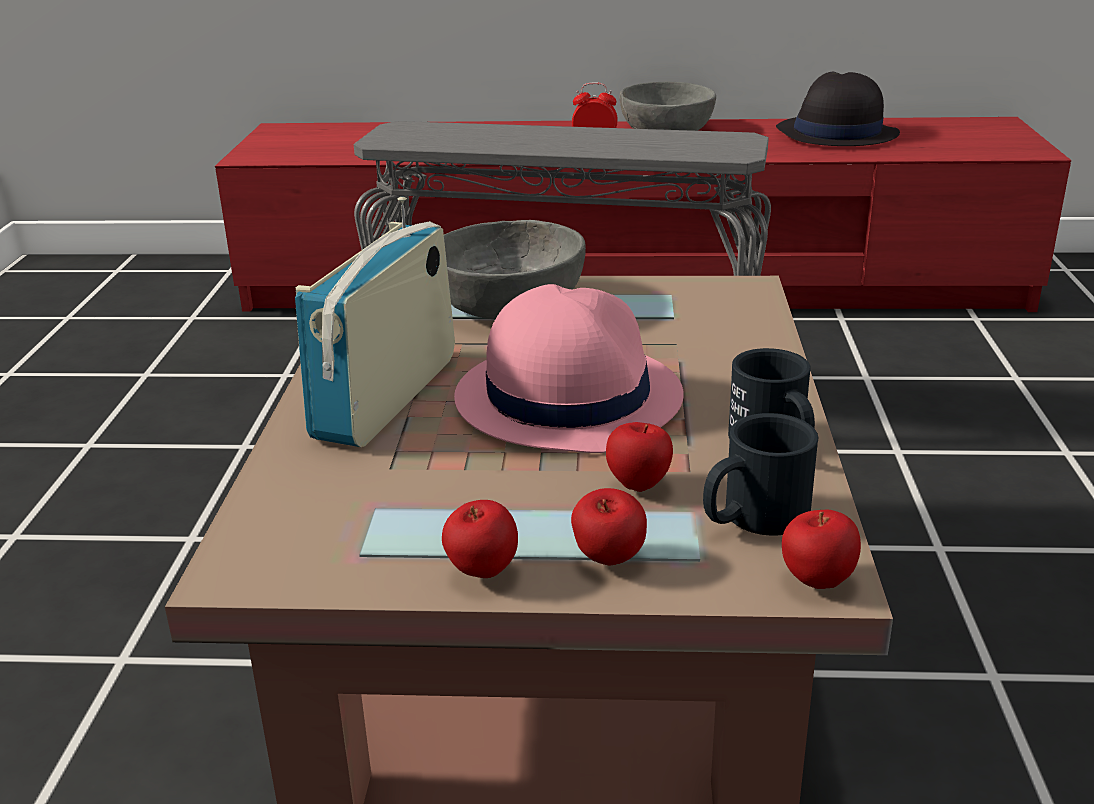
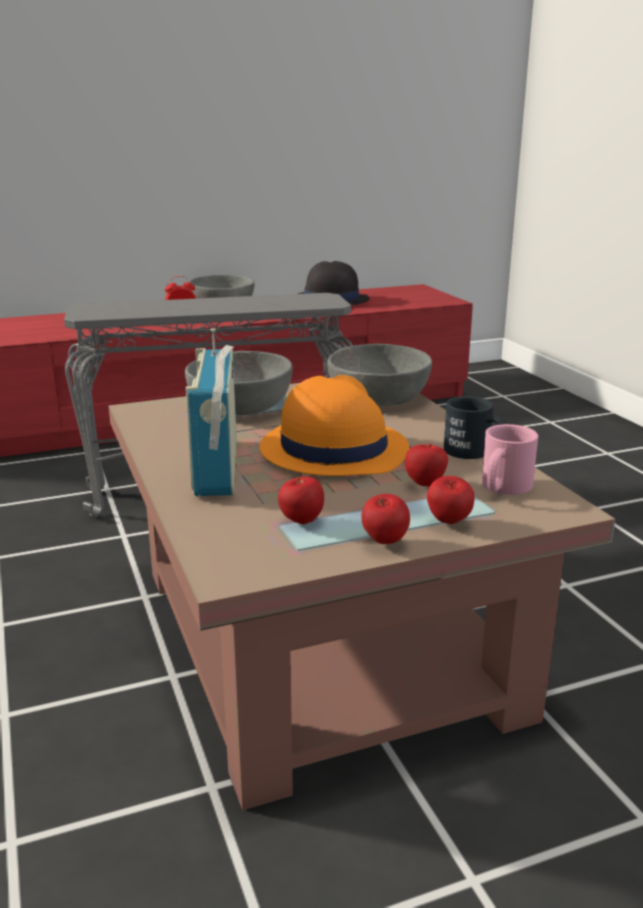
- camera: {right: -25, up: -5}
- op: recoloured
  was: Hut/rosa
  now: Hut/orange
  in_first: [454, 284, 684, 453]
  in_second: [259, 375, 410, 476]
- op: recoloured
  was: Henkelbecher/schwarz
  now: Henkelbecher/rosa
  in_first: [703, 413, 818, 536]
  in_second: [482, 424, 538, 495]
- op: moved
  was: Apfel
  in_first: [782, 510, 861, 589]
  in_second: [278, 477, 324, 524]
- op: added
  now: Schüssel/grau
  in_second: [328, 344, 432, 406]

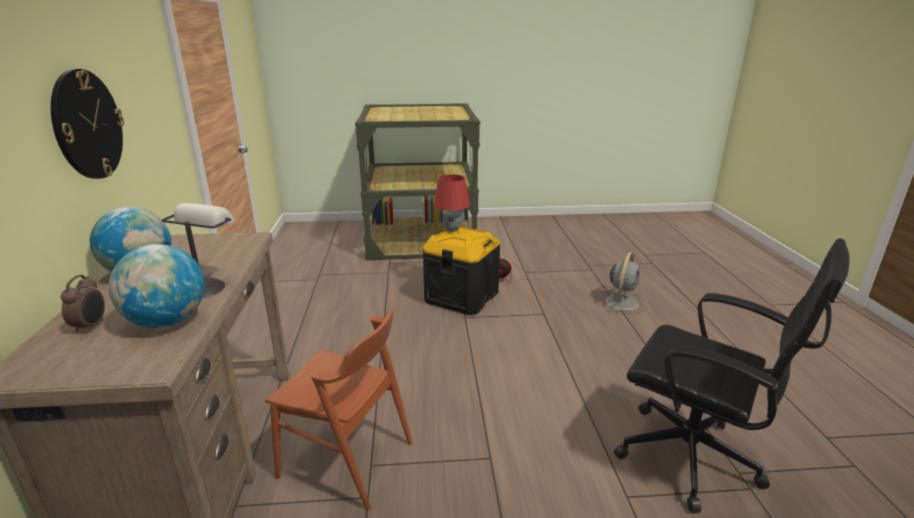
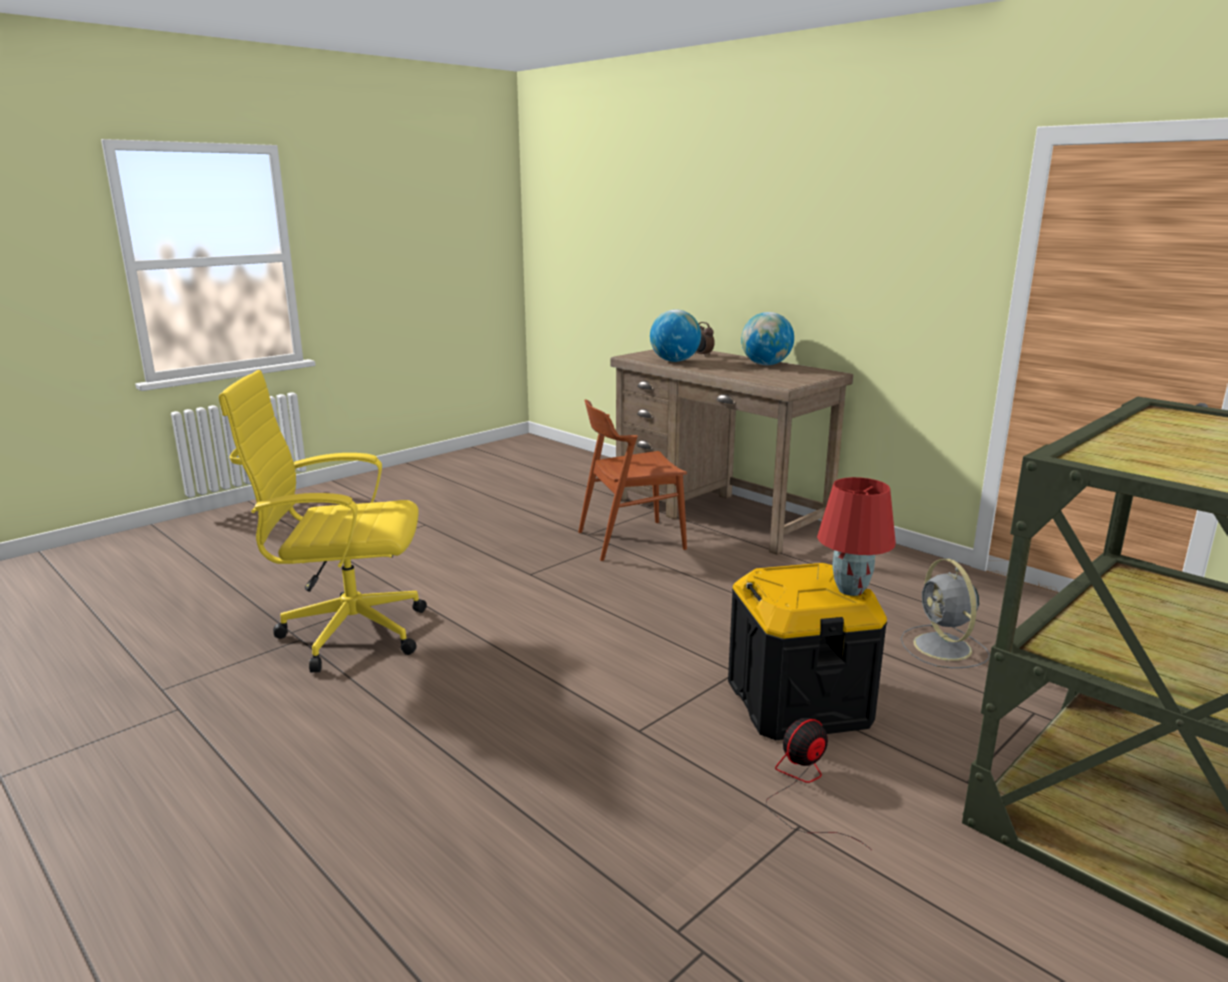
- camera: {right: 140, up: -5}
- op: removed
  was: Wanduhr
  in_first: [51, 69, 124, 179]
- op: removed
  was: Tischlampe
  in_first: [162, 203, 234, 298]
- op: recoloured
  was: Bürostuhl/schwarz
  now: Bürostuhl/gelb
  in_first: [614, 239, 850, 513]
  in_second: [219, 370, 427, 673]
- op: moved
  was: Ventilator/grau
  in_first: [600, 252, 646, 314]
  in_second: [901, 559, 990, 668]

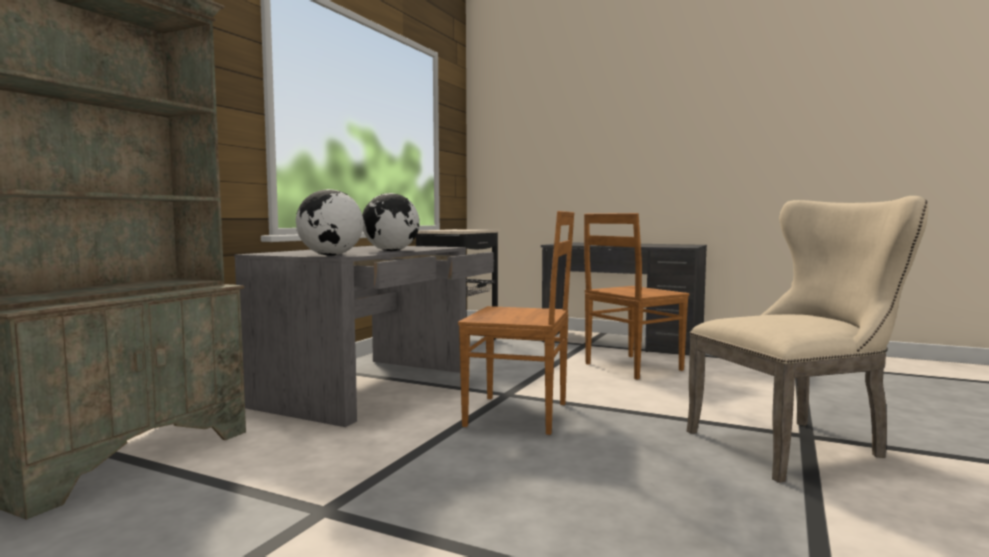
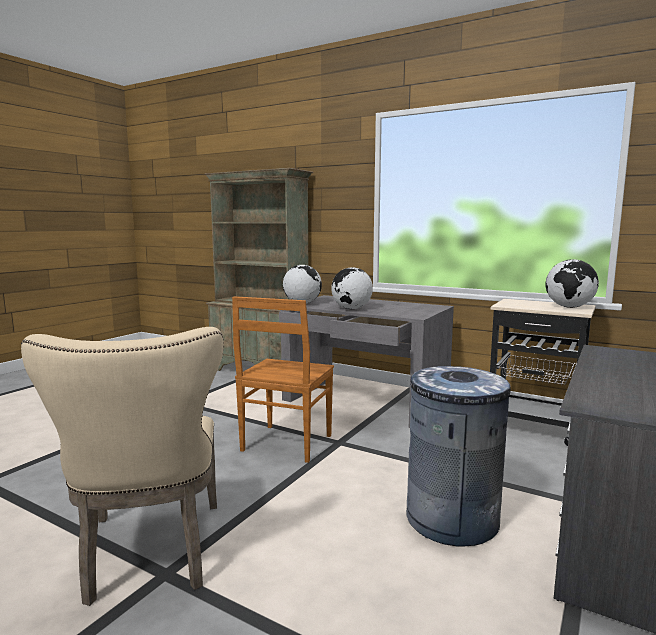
- camera: {right: 95, up: 5}
- op: replaced
  was: Stuhl/braun
  now: Mülleimer/grau
  in_first: [584, 213, 689, 380]
  in_second: [406, 366, 511, 546]
- op: added
  now: Globus
  in_second: [546, 259, 599, 308]

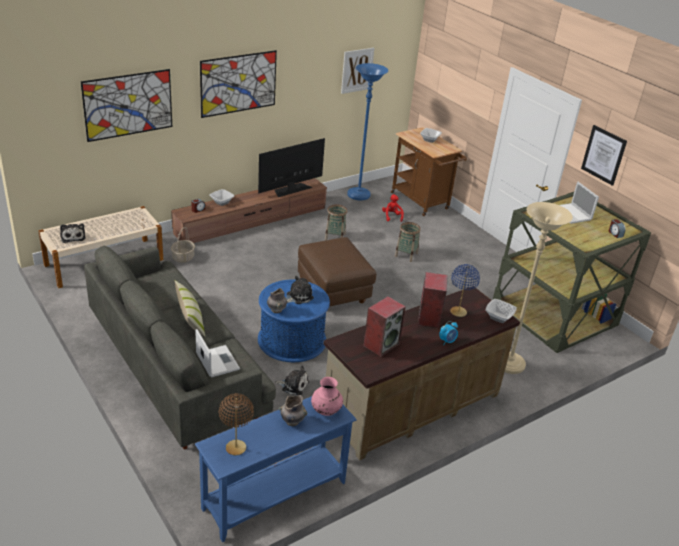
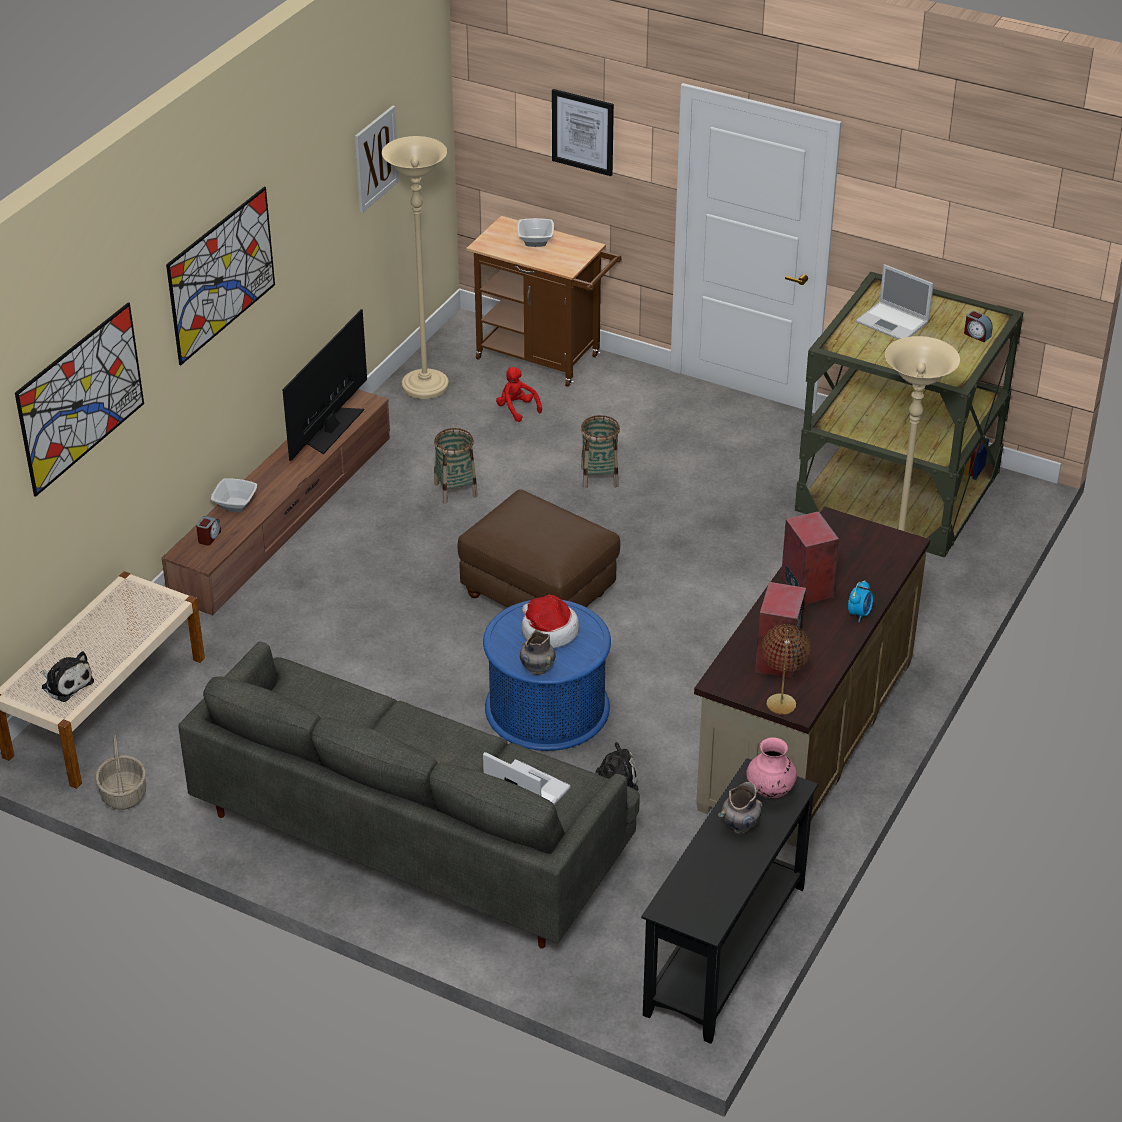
- camera: {right: -25, up: 5}
- op: recoloured
  was: Stehlampe/blau
  now: Stehlampe/beige
  in_first: [347, 63, 388, 201]
  in_second: [382, 136, 449, 399]
- op: moved
  was: Bild
  in_first: [581, 125, 627, 186]
  in_second: [552, 89, 614, 176]
- op: moved
  was: Korb
  in_first: [171, 227, 195, 263]
  in_second: [95, 735, 146, 810]
- op: removed
  was: Tischlampe/blau
  in_first: [450, 264, 480, 317]
- op: replaced
  was: Plüschtier
  now: Hut
  in_first: [286, 276, 314, 304]
  in_second: [522, 595, 579, 648]
- op: removed
  was: Kissen
  in_first: [175, 280, 205, 337]
- op: removed
  was: Schüssel
  in_first: [485, 299, 517, 323]
- op: moved
  was: Tischlampe/braun
  in_first: [219, 393, 254, 455]
  in_second: [761, 624, 811, 715]
- op: recoloured
  was: Konsolentisch/blau
  now: Konsolentisch/schwarz
  in_first: [195, 396, 357, 542]
  in_second: [641, 758, 819, 1044]

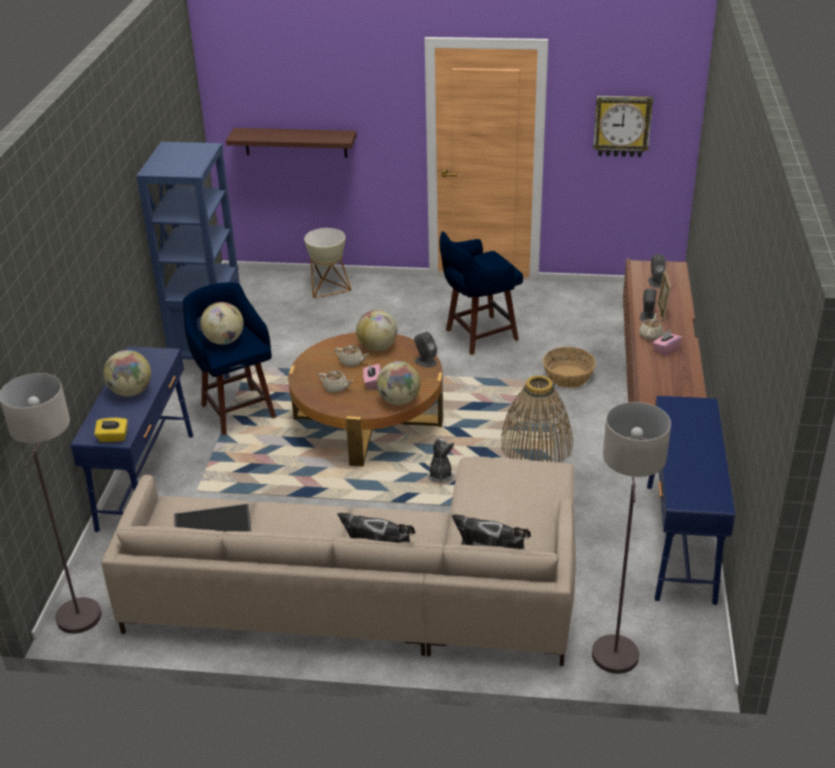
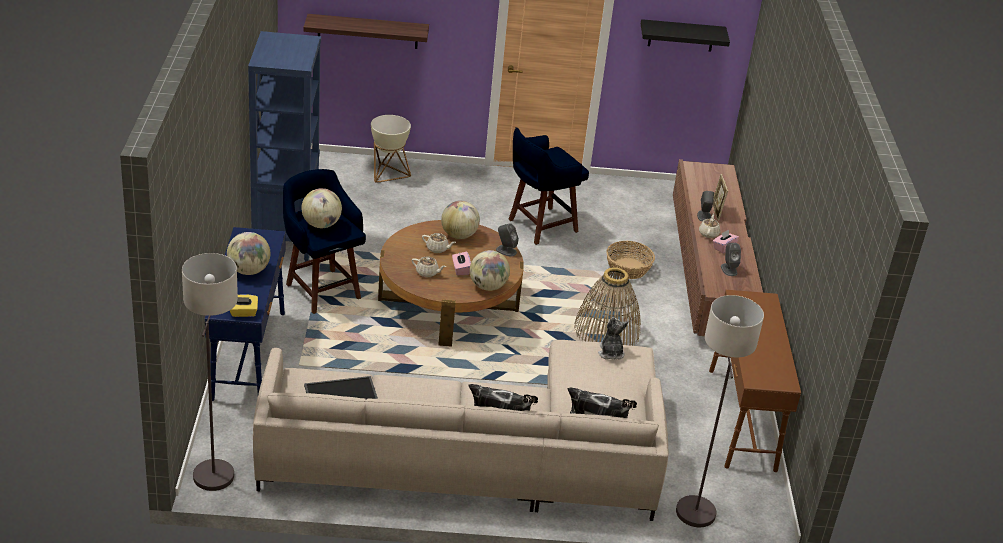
- camera: {right: -10, up: 0}
- op: replaced
  was: Wanduhr
  now: Wandregal/schwarz
  in_first: [593, 96, 653, 157]
  in_second: [641, 19, 730, 52]
- op: moved
  was: Lautsprecher/grau
  in_first: [648, 254, 666, 288]
  in_second: [721, 243, 741, 276]
- op: recoloured
  was: Konsolentisch/blau
  now: Konsolentisch/braun
  in_first: [647, 396, 735, 605]
  in_second: [709, 290, 801, 472]
- op: moved
  was: Plüschtier
  in_first: [427, 438, 454, 482]
  in_second: [598, 317, 628, 360]

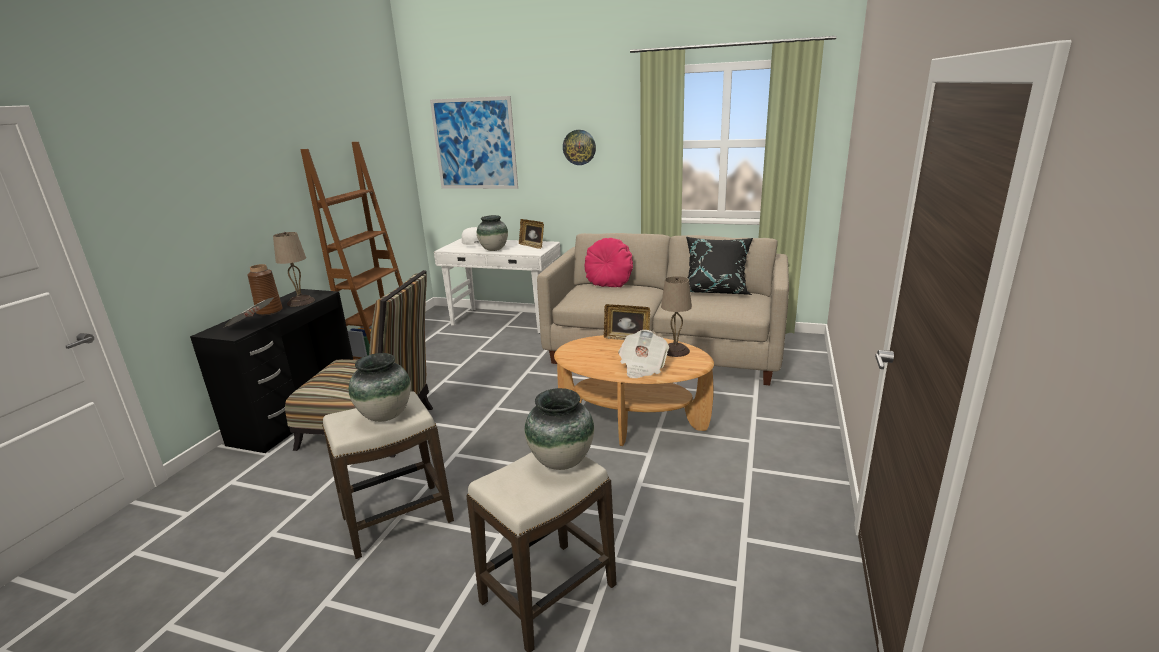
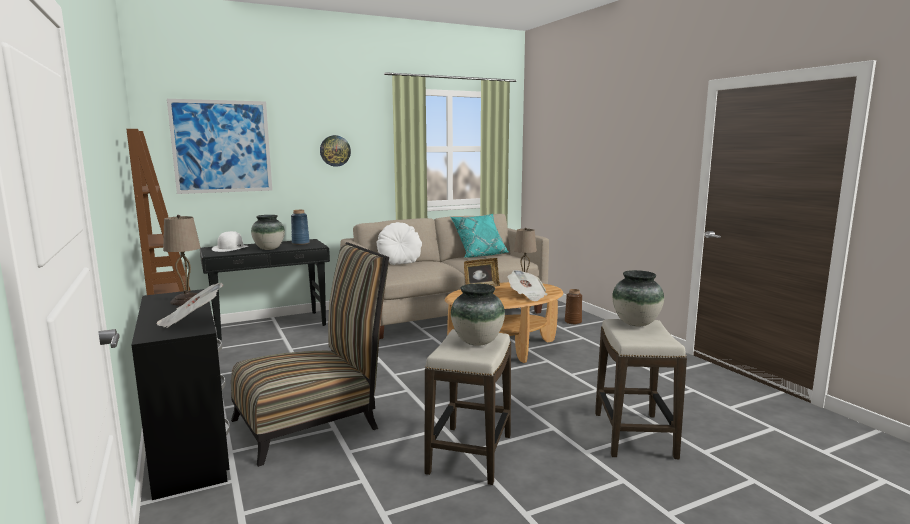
- camera: {right: -45, up: -10}
- op: replaced
  was: Bilderrahmen
  now: Vase/blau
  in_first: [519, 219, 544, 249]
  in_second: [291, 210, 310, 245]
- op: recoloured
  was: Kissen/schwarz
  now: Kissen/türkis
  in_first: [686, 237, 753, 295]
  in_second: [451, 214, 508, 257]
- op: recoloured
  was: Konsolentisch/weiß
  now: Konsolentisch/schwarz
  in_first: [434, 238, 561, 333]
  in_second: [200, 239, 330, 340]
- op: recoloured
  was: Kissen/rosa
  now: Kissen/weiß
  in_first: [585, 238, 633, 287]
  in_second: [377, 222, 422, 265]
- op: moved
  was: Vase/braun
  in_first: [247, 264, 283, 315]
  in_second: [565, 289, 582, 324]

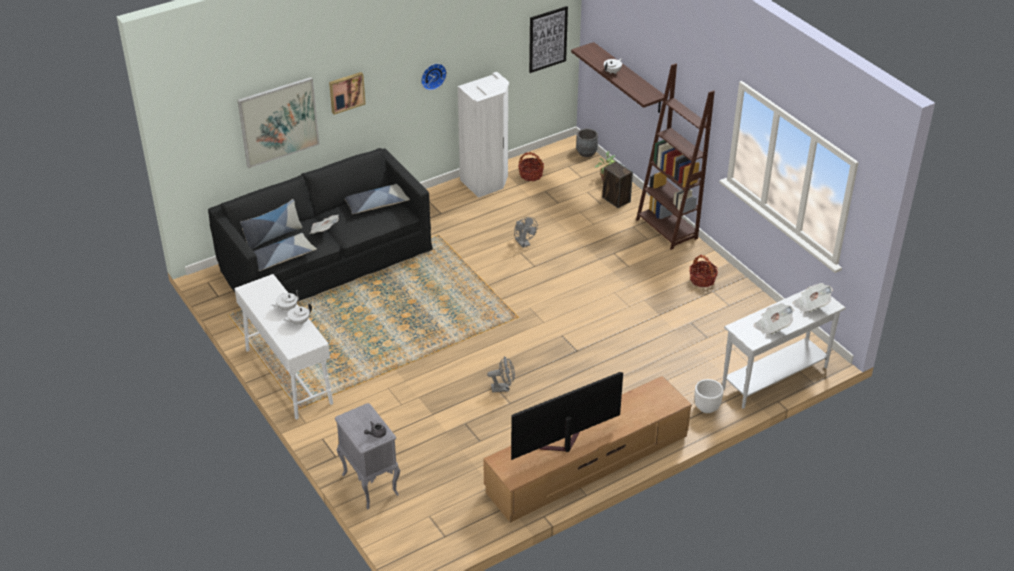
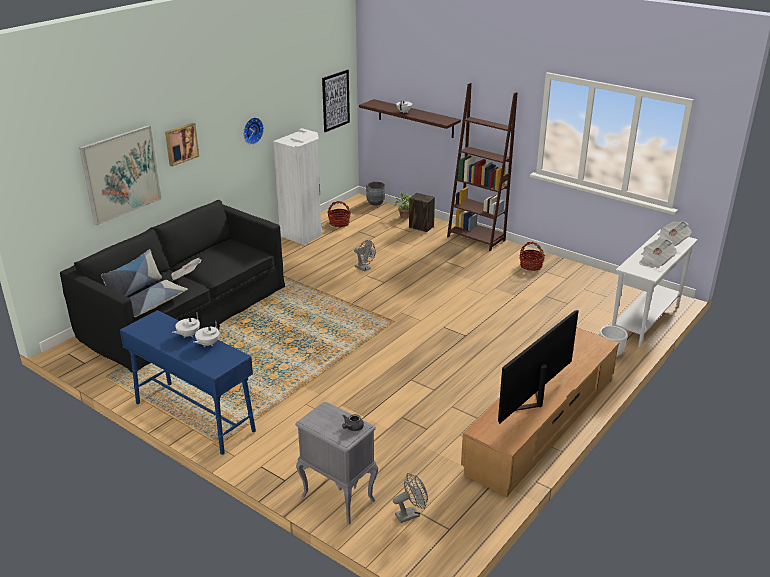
- camera: {right: -20, up: -10}
- op: removed
  was: Kissen
  in_first: [345, 184, 410, 214]
- op: recoloured
  was: Konsolentisch/weiß
  now: Konsolentisch/blau
  in_first: [234, 274, 333, 419]
  in_second: [120, 310, 256, 455]
- op: moved
  was: Ventilator/grau
  in_first: [487, 356, 515, 392]
  in_second: [393, 473, 428, 523]

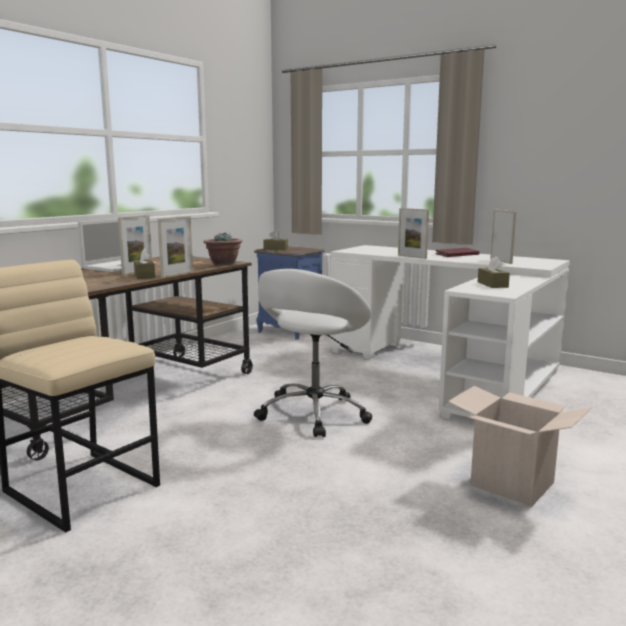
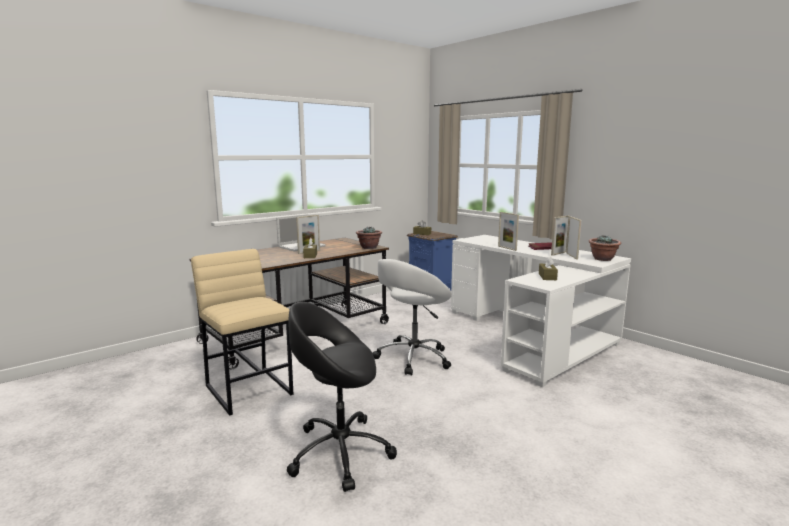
- camera: {right: 15, up: 0}
- op: moved
  was: Bilderrahmen
  in_first: [158, 216, 193, 278]
  in_second: [551, 215, 570, 256]
- op: removed
  was: Karton
  in_first: [448, 386, 592, 507]
- op: added
  now: Topfpflanze
  in_second: [589, 235, 621, 261]
- op: added
  now: Bürostuhl/schwarz
  in_second: [287, 302, 397, 492]

